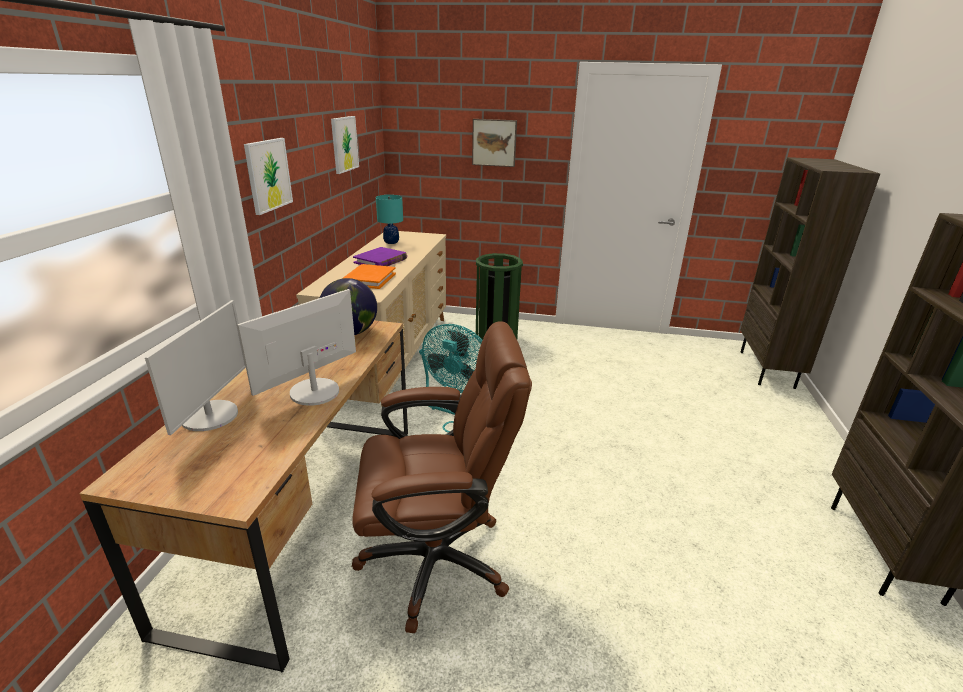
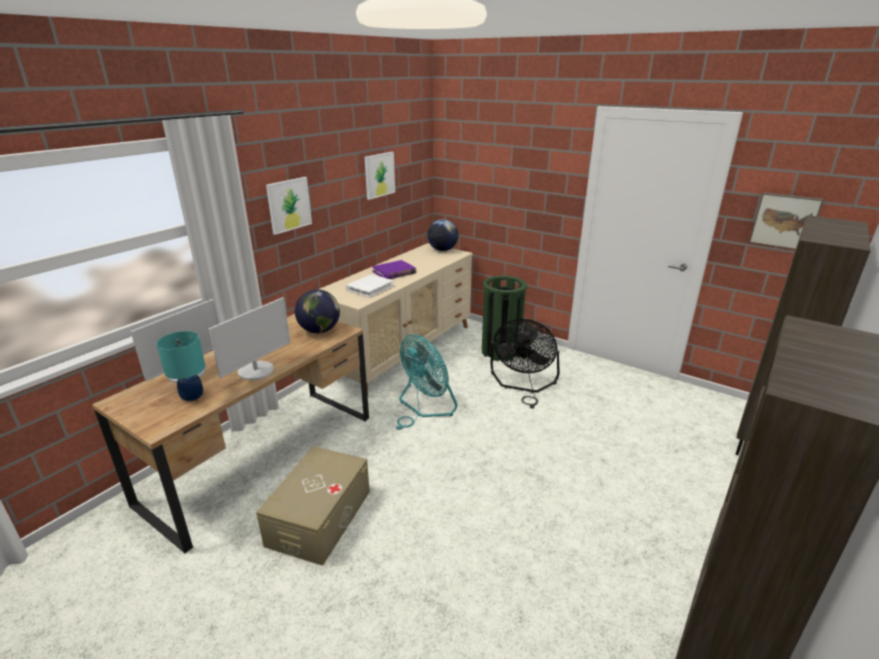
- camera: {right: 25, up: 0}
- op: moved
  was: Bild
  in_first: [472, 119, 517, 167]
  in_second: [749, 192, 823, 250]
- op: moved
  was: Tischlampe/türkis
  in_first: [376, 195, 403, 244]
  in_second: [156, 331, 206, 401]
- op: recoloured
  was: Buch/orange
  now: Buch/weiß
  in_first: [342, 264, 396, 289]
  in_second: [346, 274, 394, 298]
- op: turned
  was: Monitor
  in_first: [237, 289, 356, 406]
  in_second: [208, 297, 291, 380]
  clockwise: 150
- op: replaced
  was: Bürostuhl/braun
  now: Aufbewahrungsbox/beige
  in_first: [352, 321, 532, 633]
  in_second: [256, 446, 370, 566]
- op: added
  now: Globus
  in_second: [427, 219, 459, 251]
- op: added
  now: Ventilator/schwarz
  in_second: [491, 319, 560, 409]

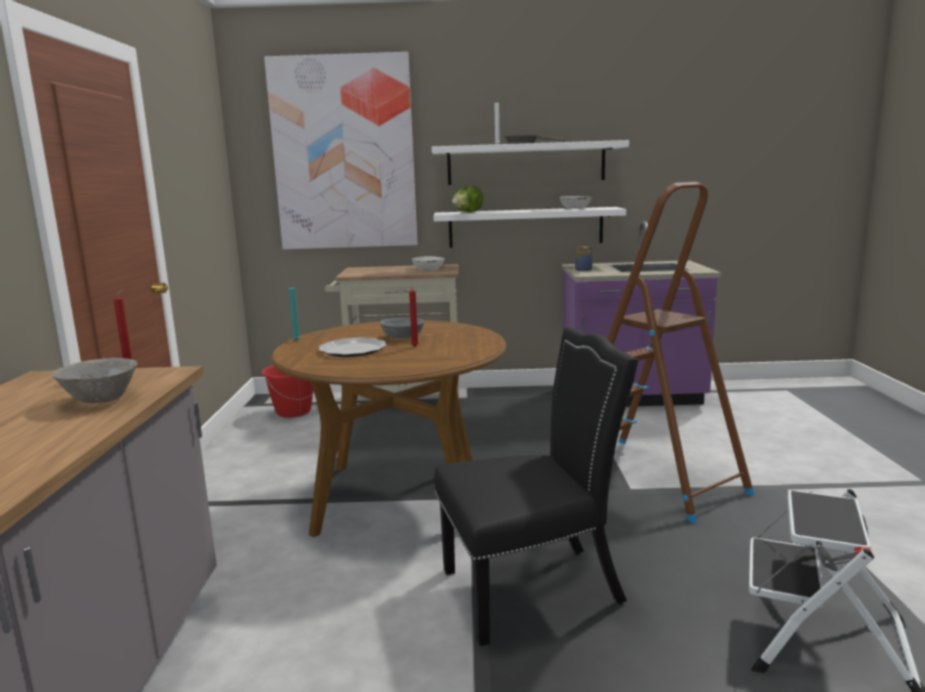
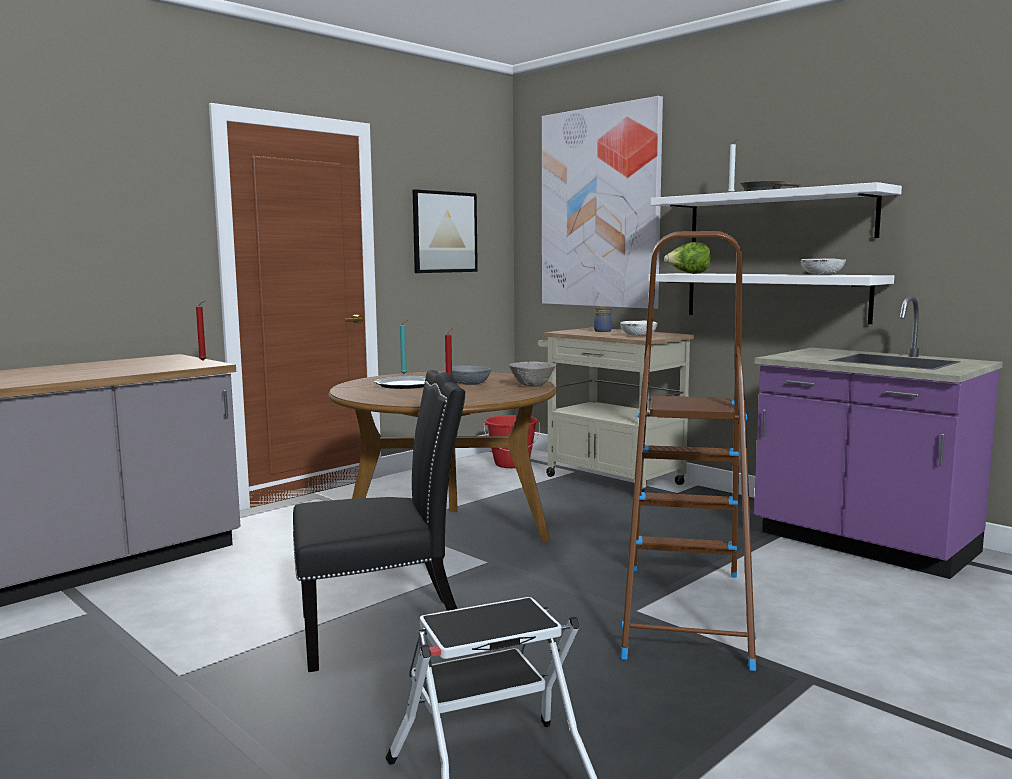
- camera: {right: 45, up: -5}
- op: moved
  was: Vorratsglas
  in_first: [575, 246, 592, 271]
  in_second: [594, 306, 612, 332]
- op: turned
  was: Stuhl/schwarz
  in_first: [435, 327, 638, 646]
  in_second: [293, 370, 465, 672]
  clockwise: -45
- op: moved
  was: Schüssel/grau
  in_first: [52, 358, 137, 403]
  in_second: [509, 361, 556, 387]
- op: added
  now: Bild
  in_second: [413, 189, 478, 273]

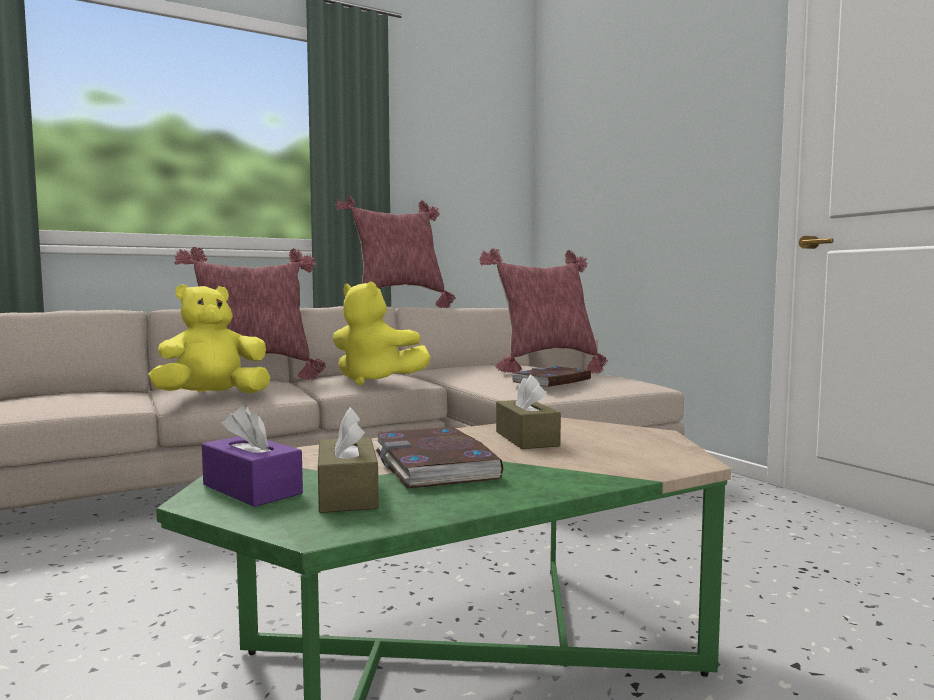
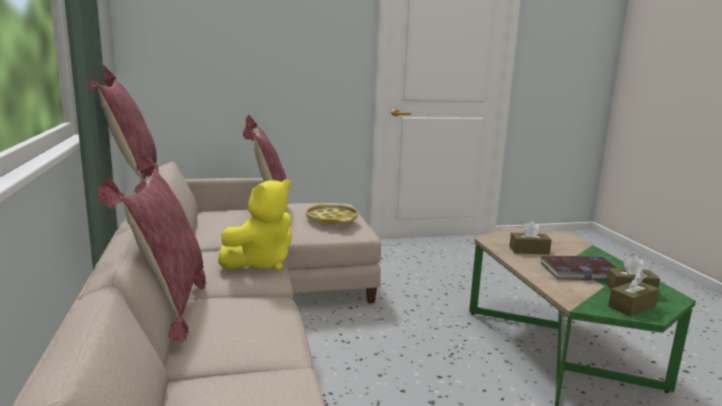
- camera: {right: -75, up: 10}
- op: removed
  was: Plüschtier/gelb
  in_first: [149, 284, 270, 393]
- op: replaced
  was: Buch
  now: Tablett/gelb
  in_first: [511, 366, 591, 387]
  in_second: [306, 204, 358, 225]
- op: recoloured
  was: Taschentuchbox/lila
  now: Taschentuchbox/braun
  in_first: [202, 405, 303, 507]
  in_second: [608, 271, 659, 316]

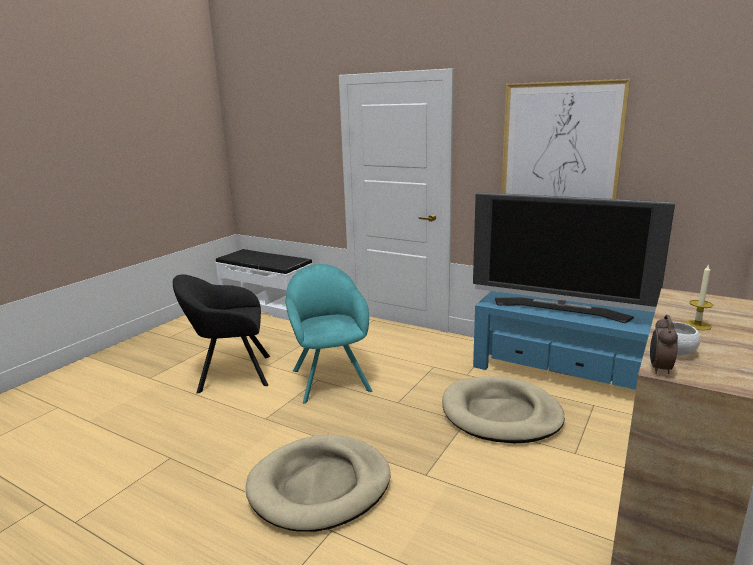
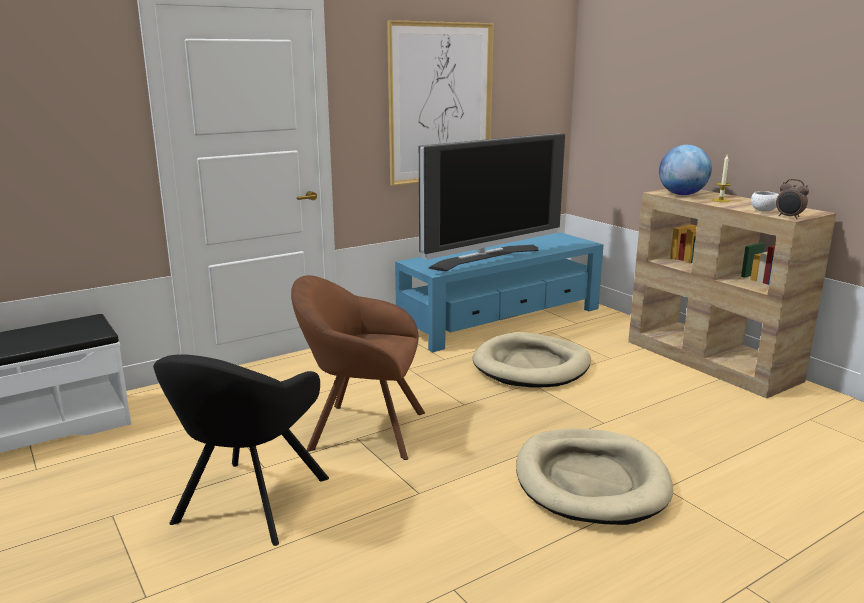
- camera: {right: -65, up: 0}
- op: recoloured
  was: Sessel/türkis
  now: Sessel/braun
  in_first: [286, 264, 372, 404]
  in_second: [291, 275, 425, 460]
- op: added
  now: Globus
  in_second: [659, 145, 712, 195]

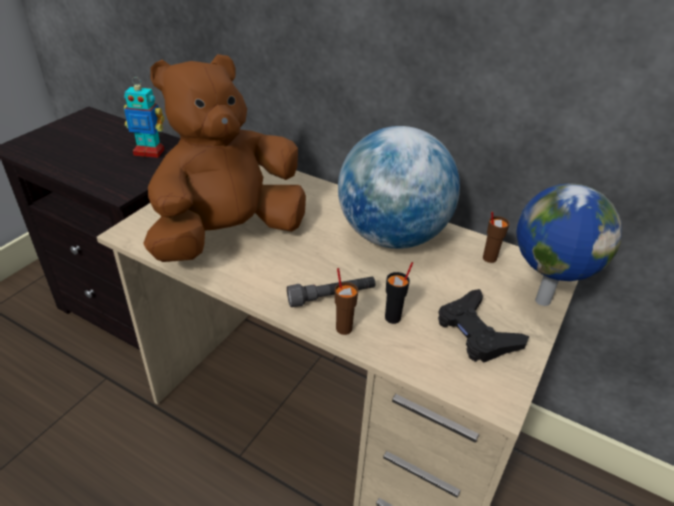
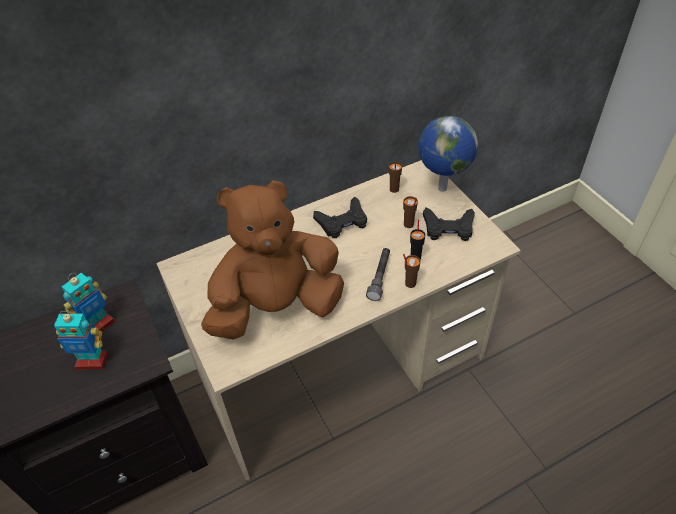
- camera: {right: -55, up: 10}
- op: turned
  was: Plüschtier/braun
  in_first: [143, 54, 306, 262]
  in_second: [201, 180, 344, 340]
  clockwise: 75
- op: replaced
  was: Globus
  now: Gamepad/schwarz
  in_first: [338, 126, 460, 249]
  in_second: [313, 197, 367, 238]
- op: added
  now: Tasse/braun
  in_second: [403, 196, 418, 228]
- op: added
  now: Spielzeugroboter
  in_second: [54, 311, 108, 369]

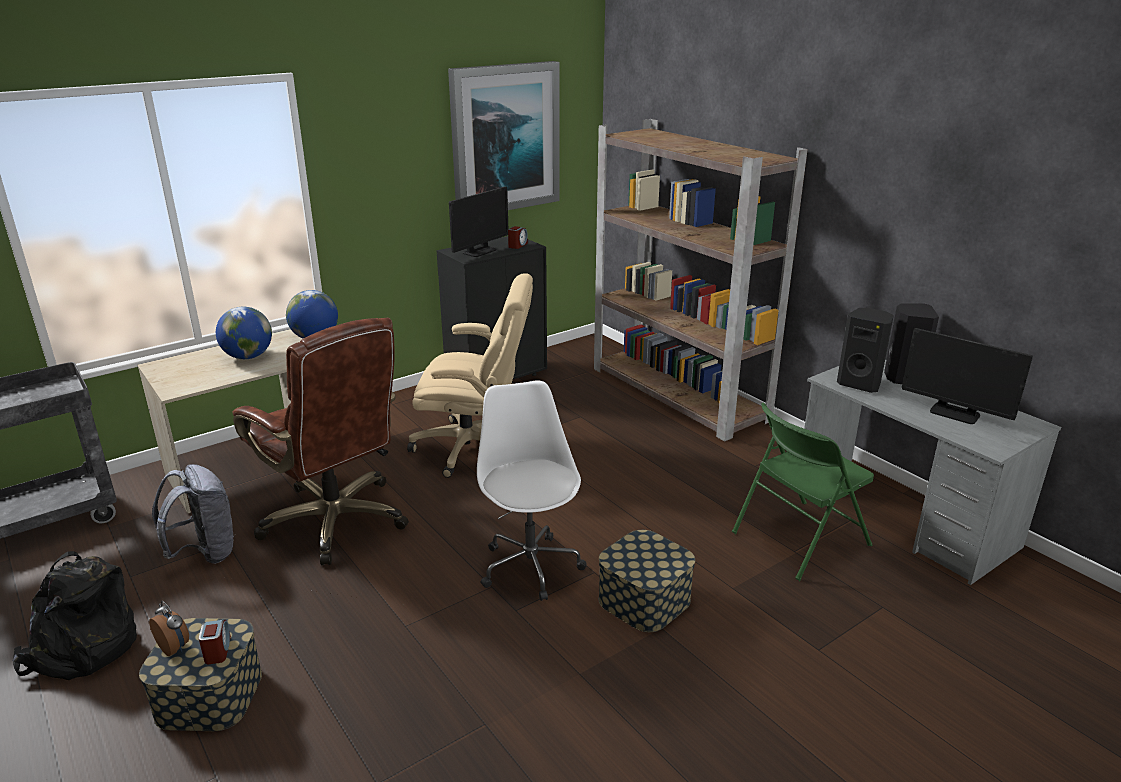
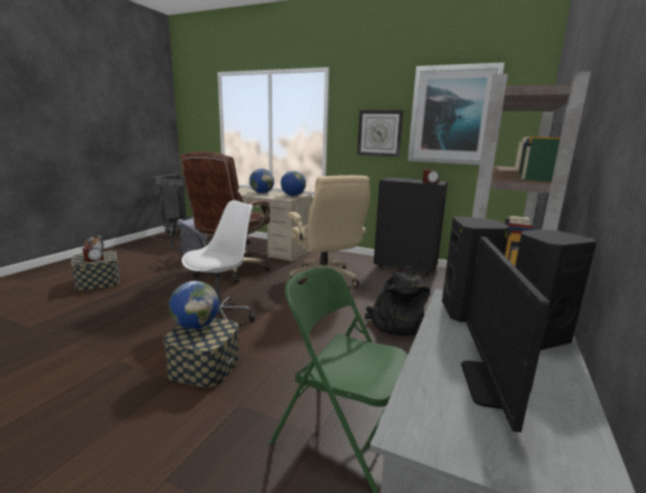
- camera: {right: 60, up: -10}
- op: removed
  was: Monitor
  in_first: [449, 187, 508, 257]
- op: moved
  was: Rucksack/schwarz
  in_first: [13, 551, 137, 680]
  in_second: [365, 266, 430, 336]
- op: added
  now: Wanduhr
  in_second: [357, 110, 403, 157]
- op: added
  now: Globus
  in_second: [169, 281, 219, 329]

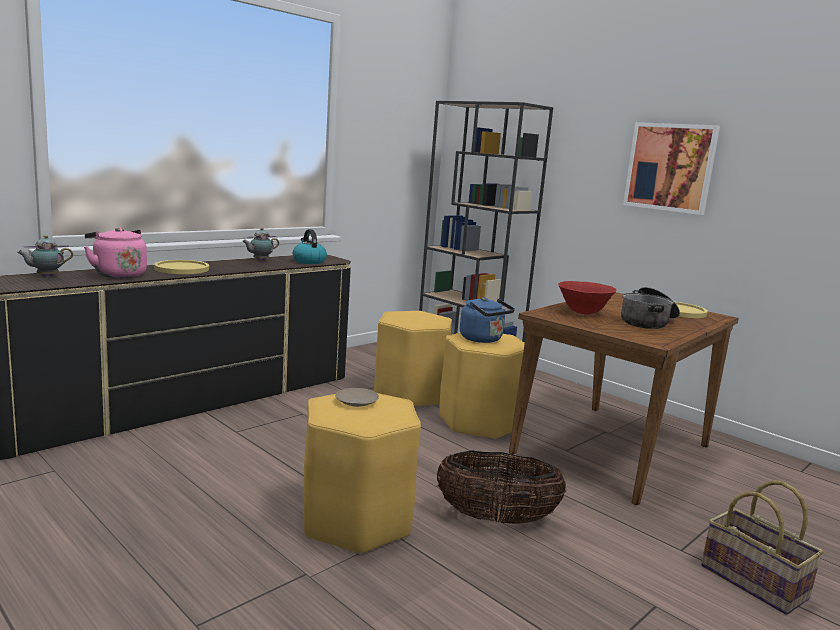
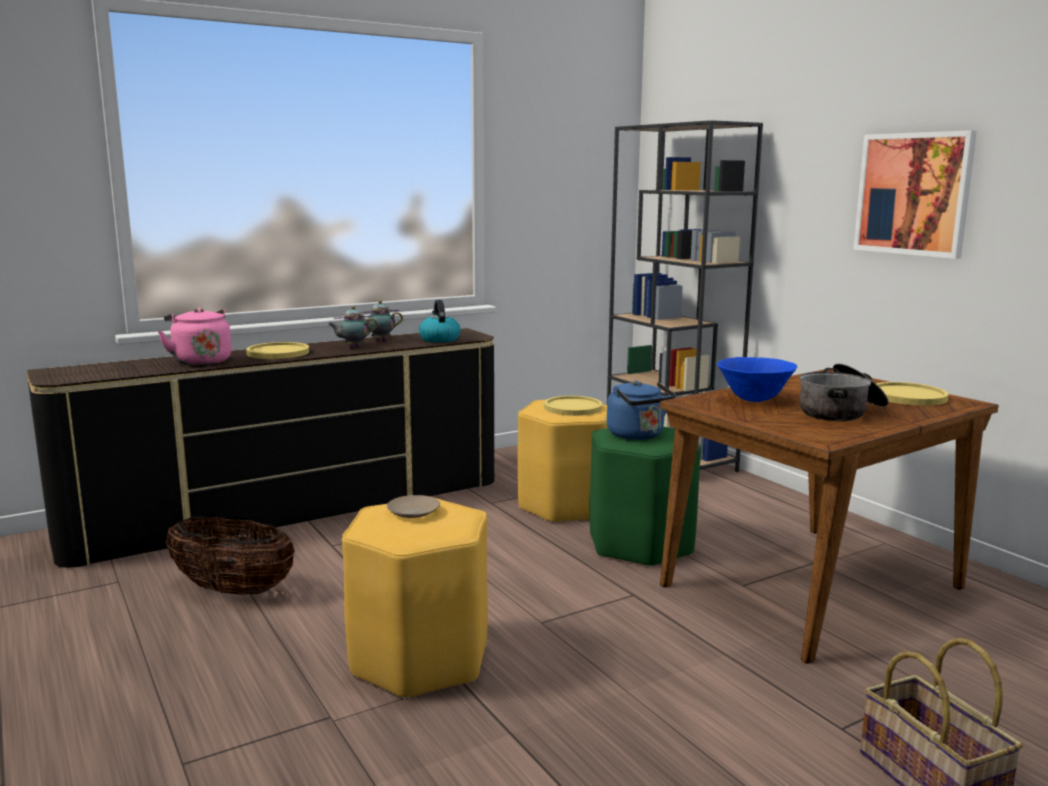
- camera: {right: 15, up: 0}
- op: moved
  was: Teekanne
  in_first: [17, 235, 73, 277]
  in_second: [328, 306, 378, 348]
- op: recoloured
  was: Schüssel/rot
  now: Schüssel/blau
  in_first: [558, 281, 617, 315]
  in_second: [717, 357, 797, 402]
- op: recoloured
  was: Hocker/gelb
  now: Hocker/grün
  in_first: [439, 333, 525, 440]
  in_second: [589, 427, 701, 567]
- op: moved
  was: Korb
  in_first: [437, 451, 566, 524]
  in_second: [166, 515, 295, 595]
- op: added
  now: Teller/gelb
  in_second: [544, 396, 602, 416]

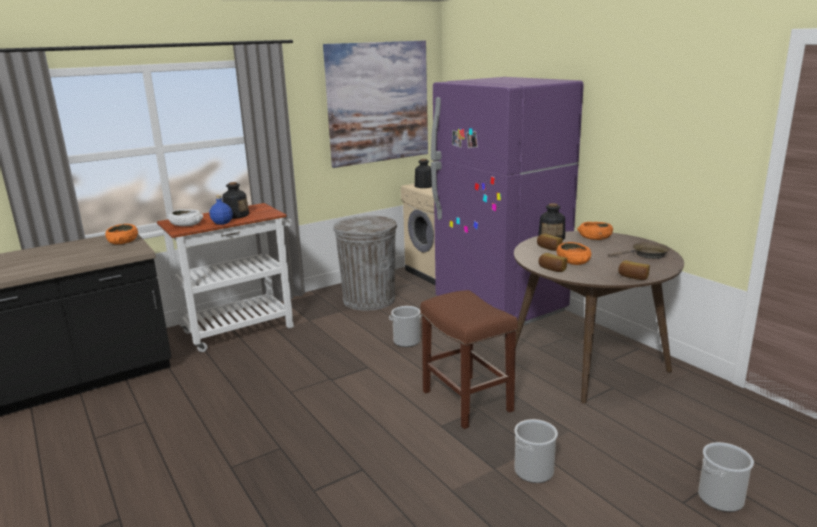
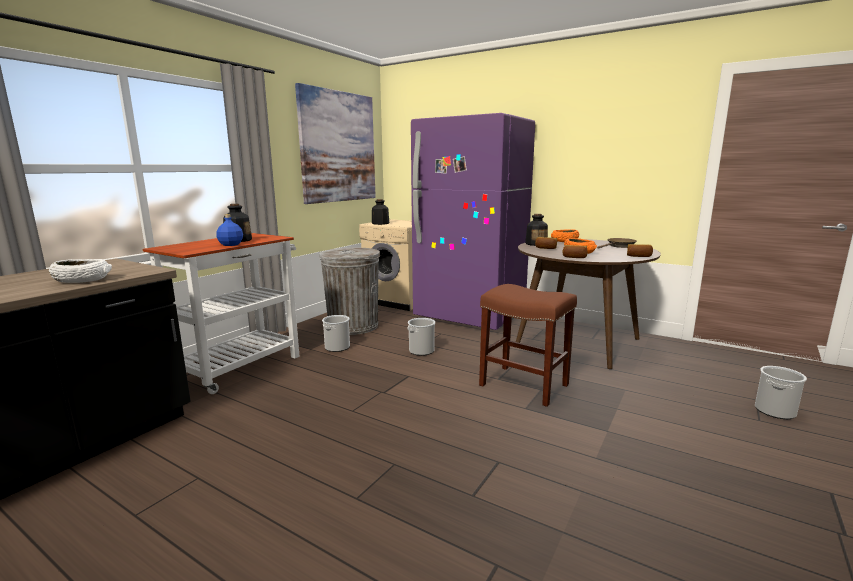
- camera: {right: -25, up: -5}
- op: moved
  was: Schüssel/weiß
  in_first: [168, 209, 203, 226]
  in_second: [49, 259, 112, 283]
- op: removed
  was: Schüssel/orange
  in_first: [105, 224, 138, 245]
- op: moved
  was: Eimer
  in_first: [514, 419, 558, 483]
  in_second: [322, 315, 350, 352]

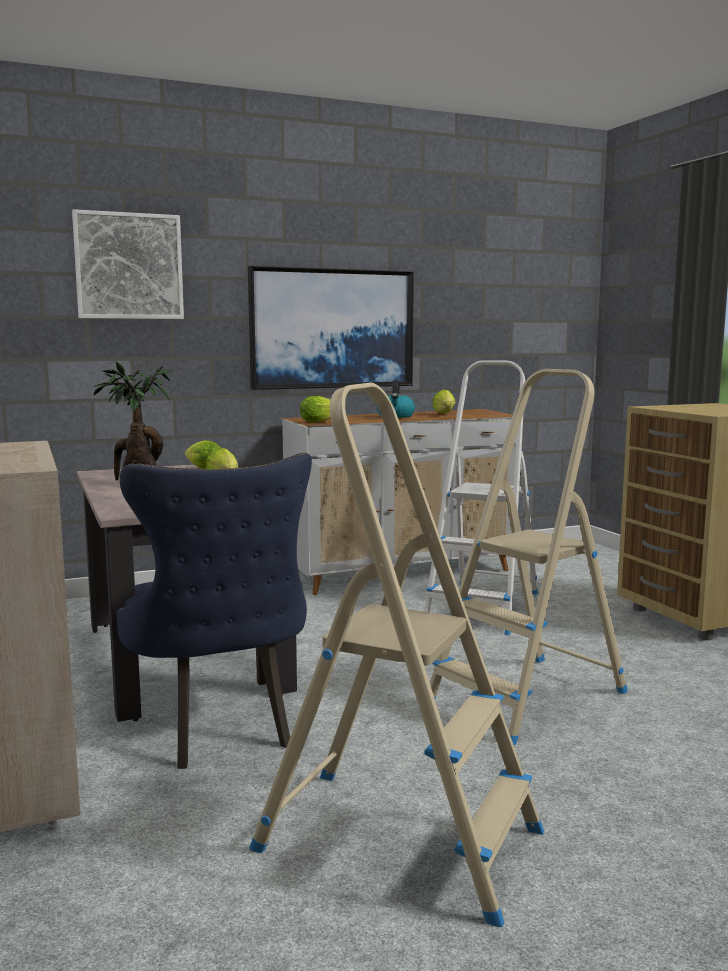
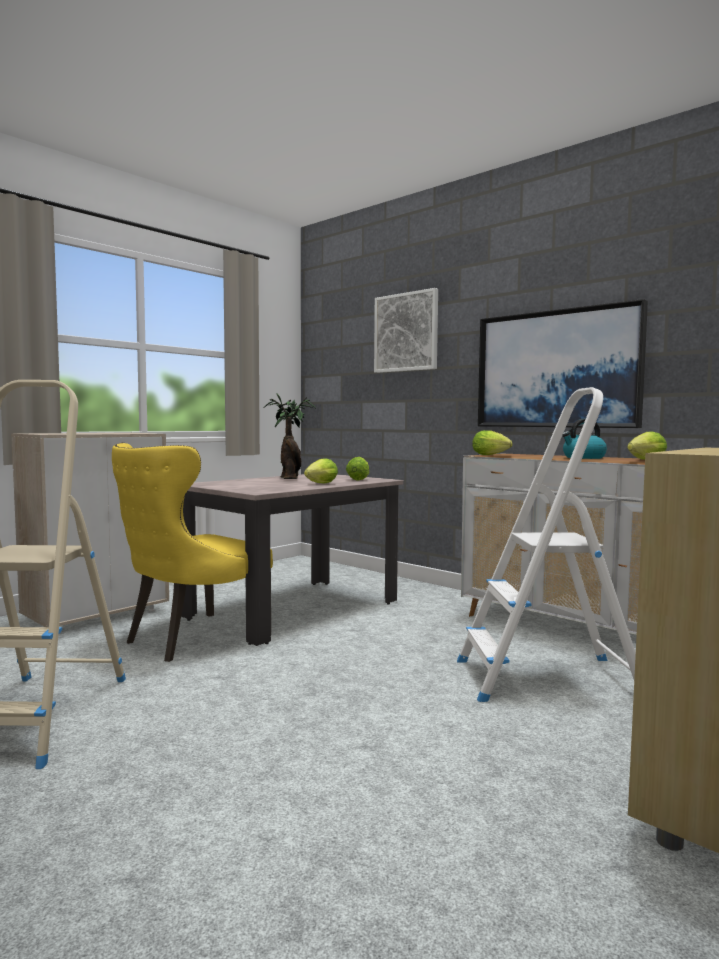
- camera: {right: 65, up: -5}
- op: removed
  was: Trittleiter/beige
  in_first: [430, 369, 628, 745]
- op: recoloured
  was: Stuhl/blau
  now: Stuhl/gelb
  in_first: [117, 452, 312, 769]
  in_second: [112, 443, 273, 662]

